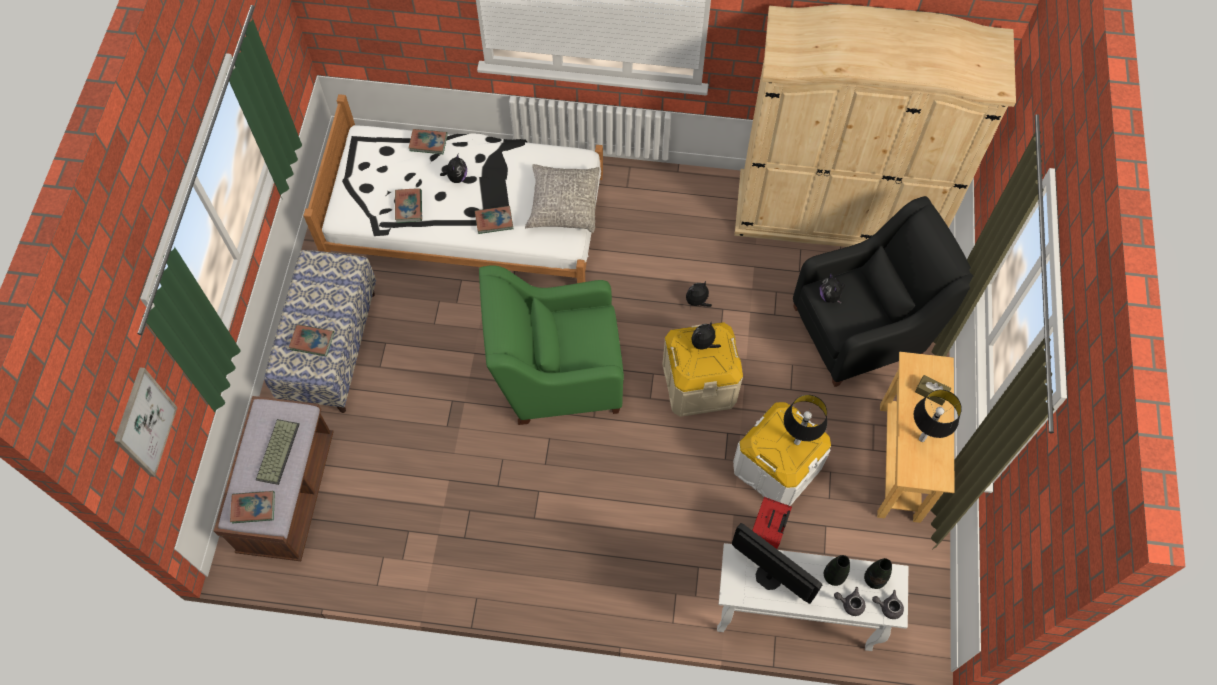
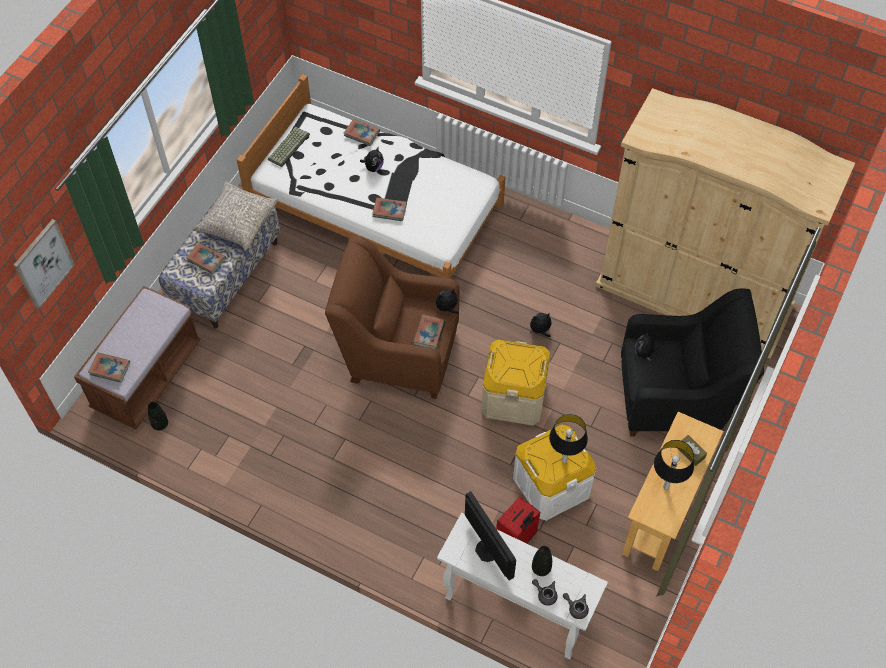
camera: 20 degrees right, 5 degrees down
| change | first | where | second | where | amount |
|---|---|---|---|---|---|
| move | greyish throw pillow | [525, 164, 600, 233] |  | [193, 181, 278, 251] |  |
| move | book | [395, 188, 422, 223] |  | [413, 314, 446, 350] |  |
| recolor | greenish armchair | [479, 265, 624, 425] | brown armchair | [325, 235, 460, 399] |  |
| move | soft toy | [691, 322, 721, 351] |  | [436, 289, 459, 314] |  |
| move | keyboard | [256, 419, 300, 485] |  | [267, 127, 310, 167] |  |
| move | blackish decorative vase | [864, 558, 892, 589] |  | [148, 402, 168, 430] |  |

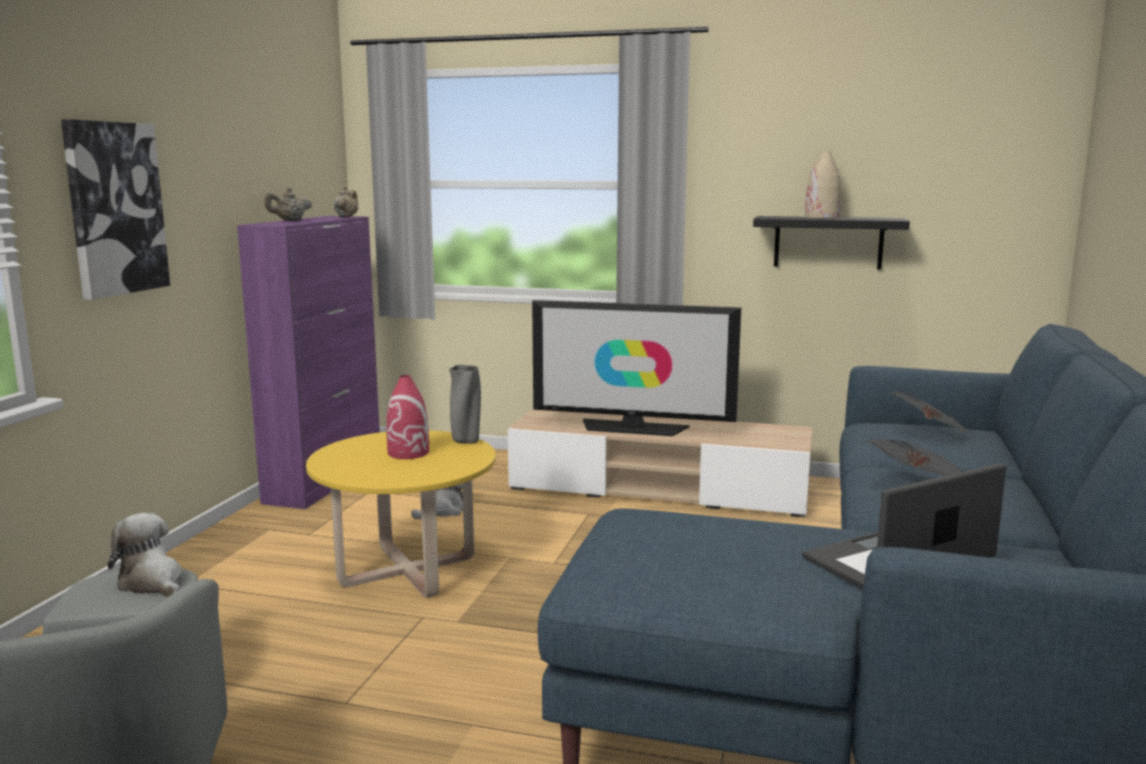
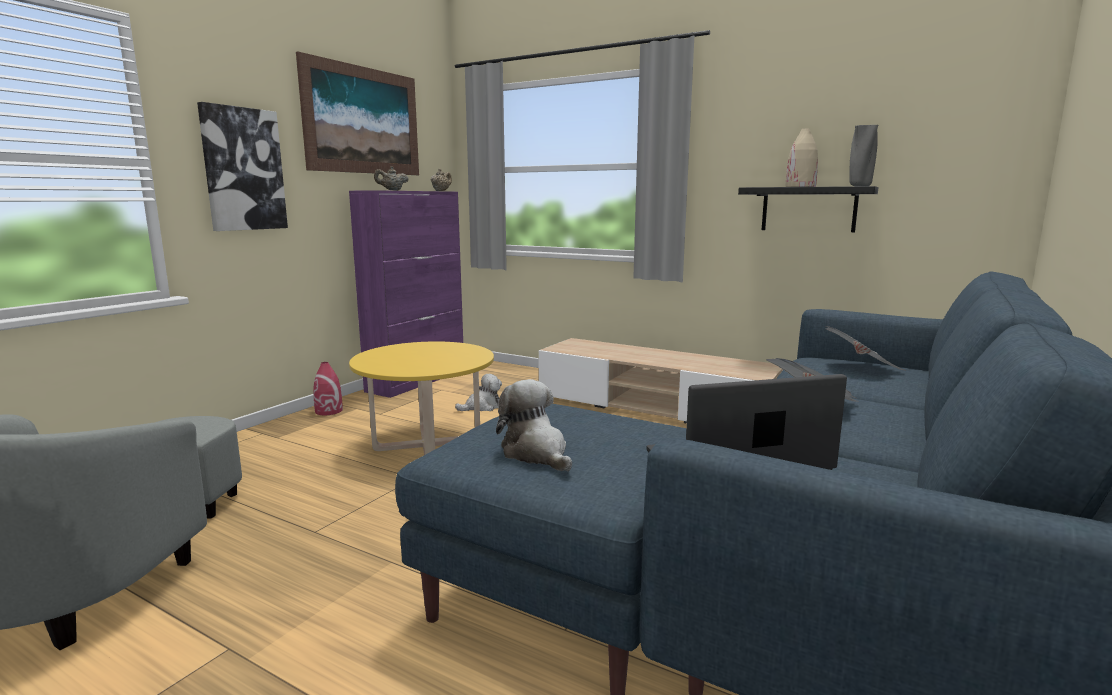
camera: 15 degrees right, 0 degrees up
| change | first | where | second | where | amount |
|---|---|---|---|---|---|
| delete | television | [532, 300, 741, 436] |  |  |  |
| move | greyish decorative vase | [449, 365, 481, 444] |  | [849, 125, 878, 186] |  |
| move | red decorative vase | [387, 375, 429, 459] |  | [313, 362, 343, 415] |  |
| move | soft toy | [108, 513, 182, 597] |  | [496, 379, 572, 471] |  |
| insert |  |  | picture | [296, 52, 419, 175] |  |

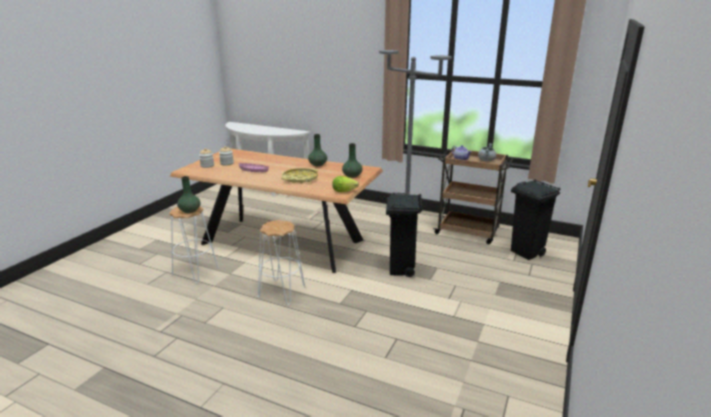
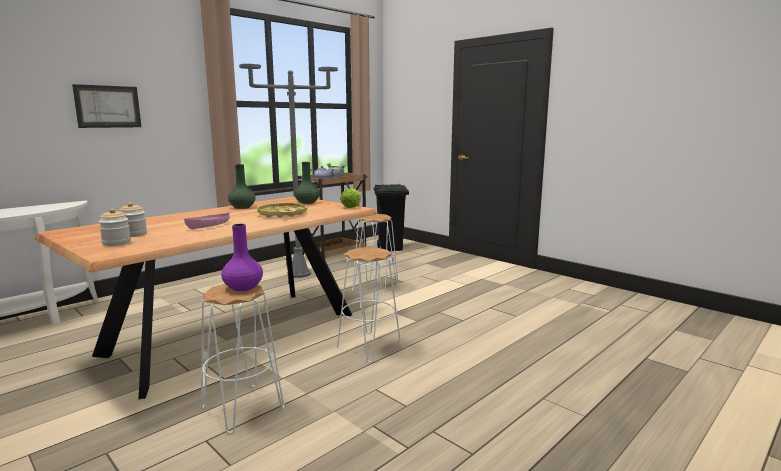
camera: 70 degrees left, 10 degrees down
| change | first | where | second | where | amount |
|---|---|---|---|---|---|
| recolor | greenish decorative vase | [177, 176, 200, 213] | purple decorative vase | [221, 224, 263, 291] |  |
| replace | blackish rubbish bin | [386, 193, 423, 277] | white-coloured sitting stool | [352, 214, 398, 296] |  |
| insert |  |  | picture | [72, 84, 141, 128] |  |

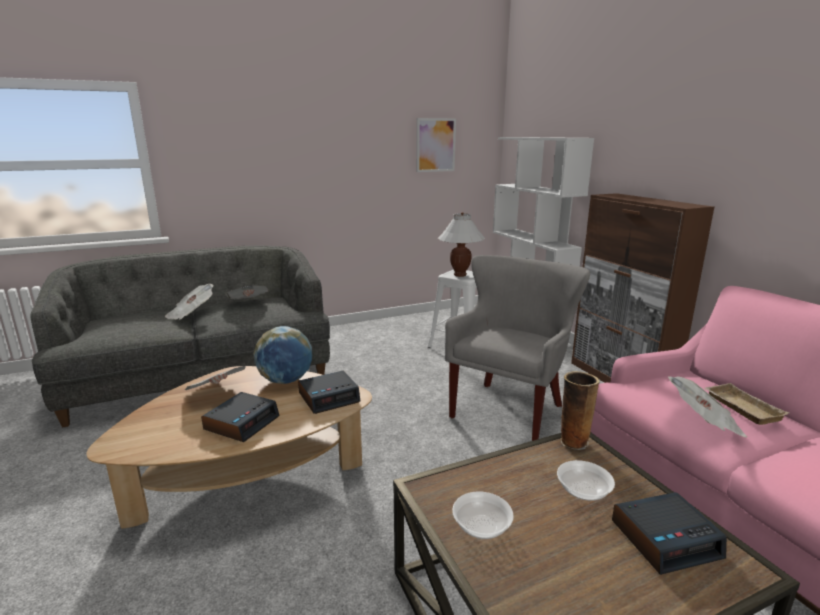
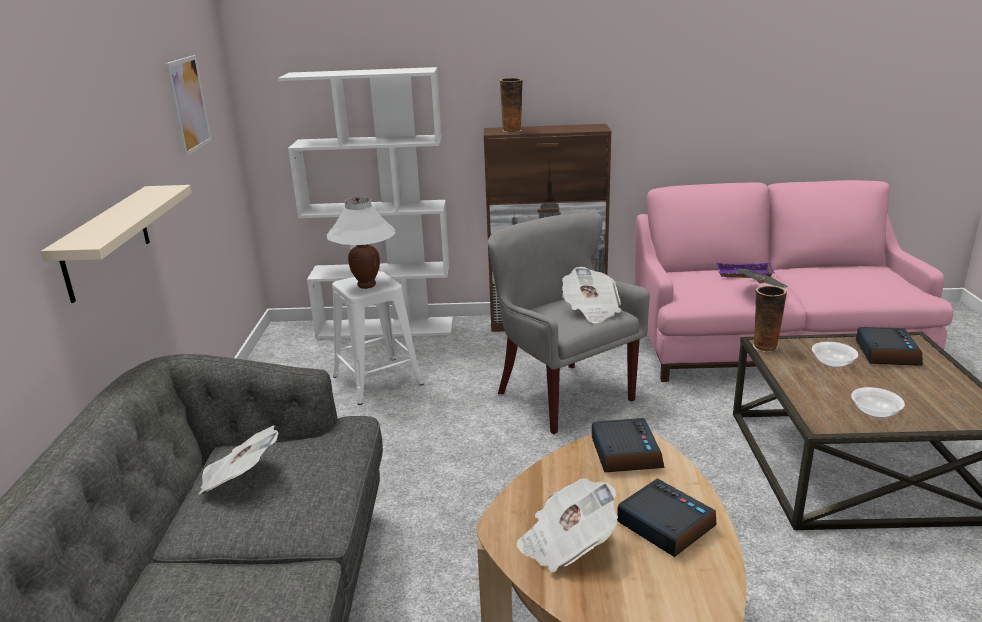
camera: 65 degrees left, 5 degrees up
| change | first | where | second | where | amount |
|---|---|---|---|---|---|
| move | printed paper | [165, 284, 214, 320] |  | [562, 267, 621, 324] |  |
| delete | globe | [253, 326, 312, 384] |  |  |  |
| recolor | sand-coloured serving tray | [704, 383, 789, 425] | purple serving tray | [717, 262, 774, 278] |  |
| insert |  |  | decorative vase | [500, 78, 523, 132] |  |
| insert |  |  | sand-coloured wall shelf | [41, 185, 192, 303] |  |

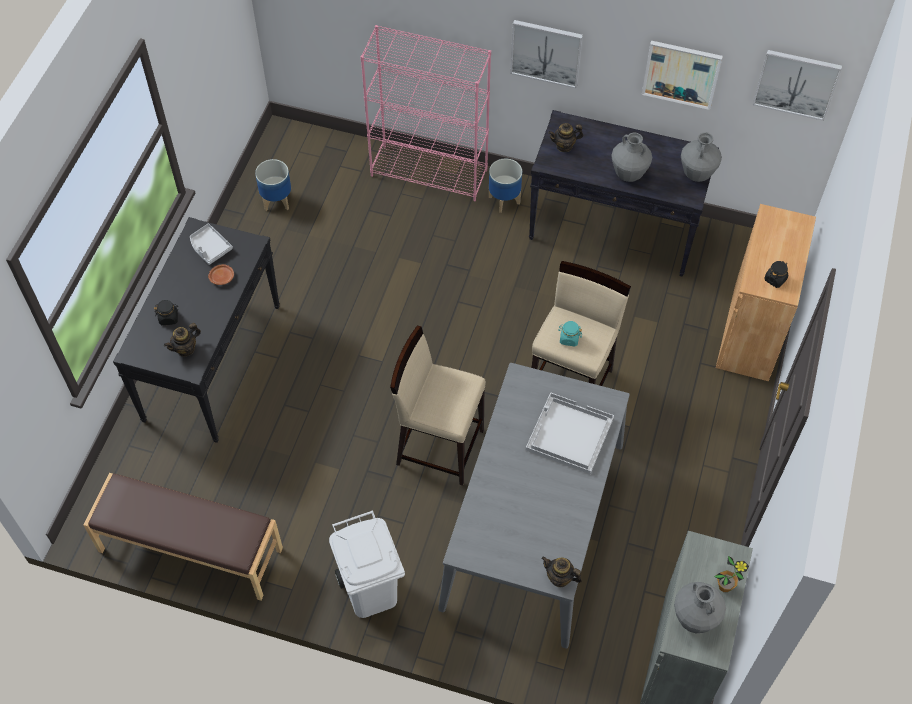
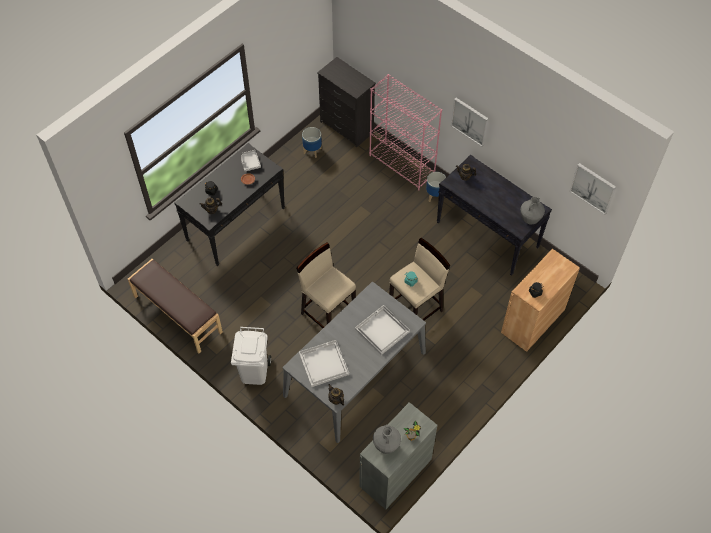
camera: 25 degrees right, 0 degrees up
| change | first | where | second | where | amount |
|---|---|---|---|---|---|
| delete | picture | [642, 41, 723, 110] |  |  |  |
| delete | greyish decorative vase | [611, 132, 652, 182] |  |  |  |
| insert |  |  | blackish chest of drawers | [317, 57, 376, 148] |  |
| insert |  |  | white-coloured serving tray | [299, 340, 349, 387] |  |

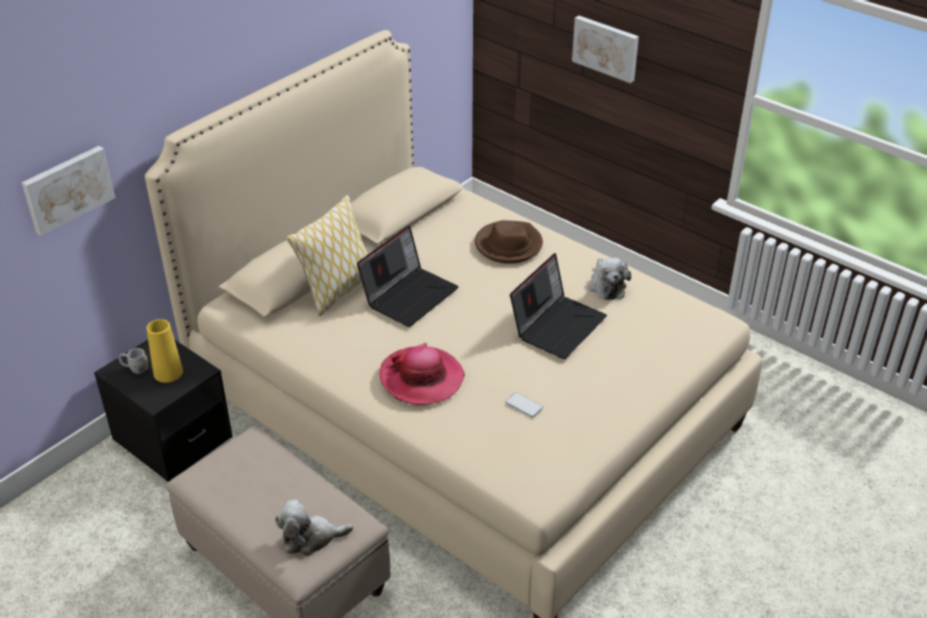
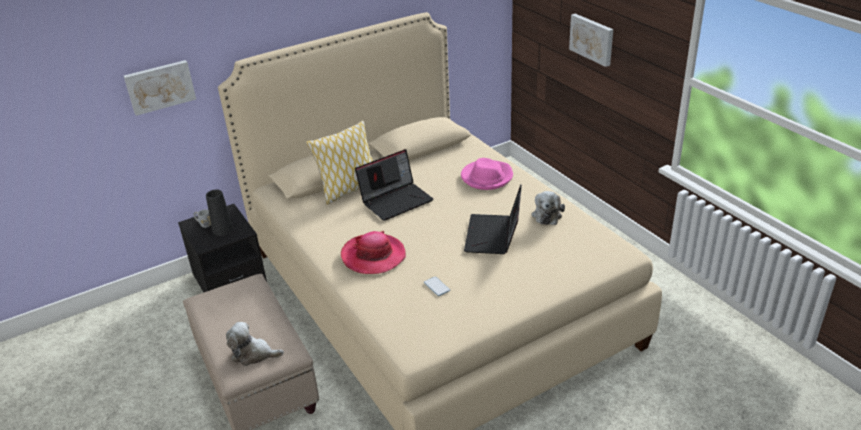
camera: 20 degrees right, 5 degrees down
| change | first | where | second | where | amount |
|---|---|---|---|---|---|
| recolor | brown wearable hat | [475, 220, 543, 264] | pink wearable hat | [461, 158, 513, 190] |  |
| rotate | laptop | [510, 253, 607, 359] |  | [464, 184, 522, 254] | 135 degrees clockwise |
| recolor | yellow-coloured decorative vase | [146, 319, 183, 383] | blackish decorative vase | [206, 189, 233, 236] |  |

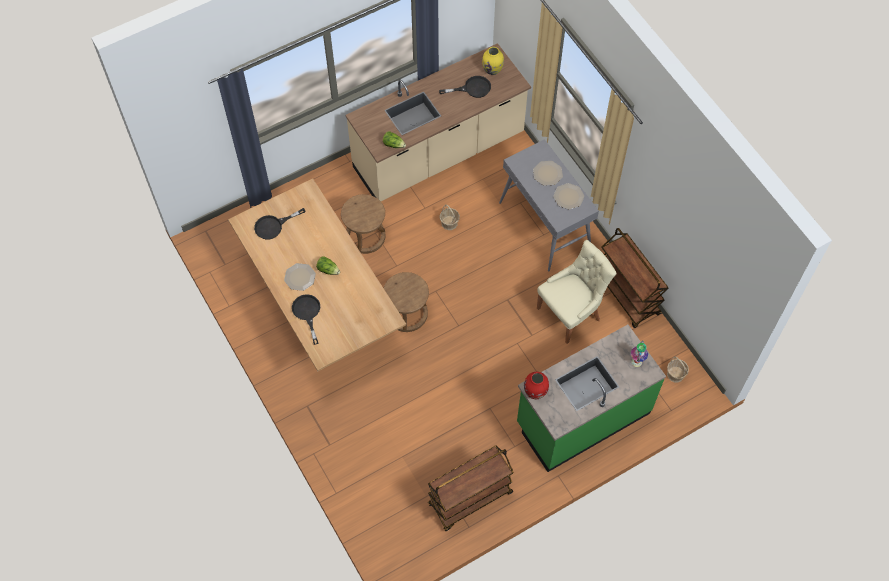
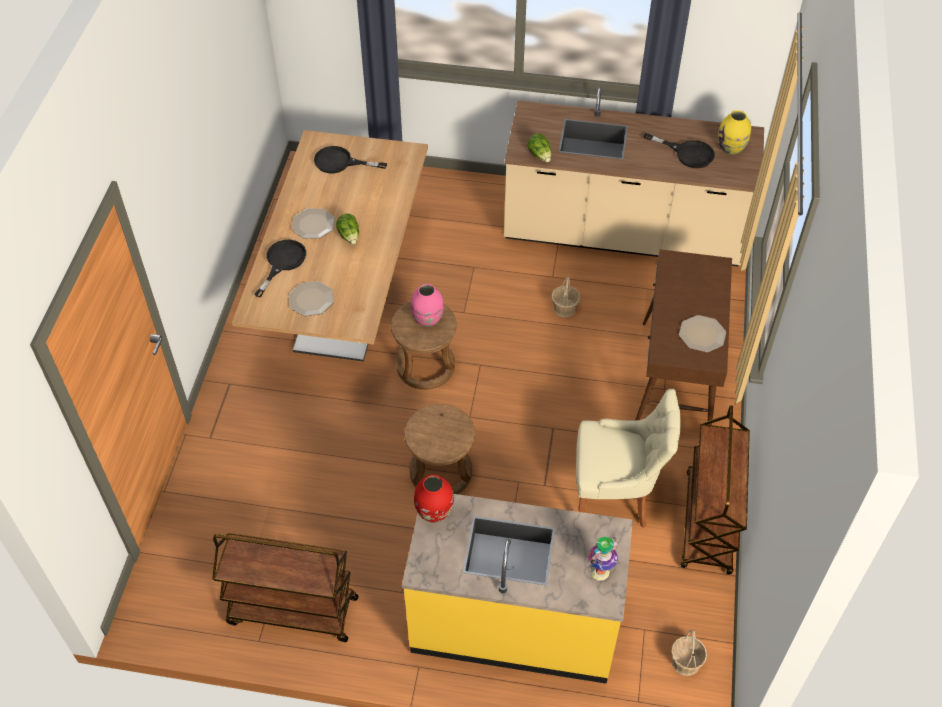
camera: 40 degrees right, 10 degrees down
| change | first | where | second | where | amount |
|---|---|---|---|---|---|
| recolor | greyish hall table | [499, 139, 599, 271] | brown hall table | [635, 249, 732, 425] |  |
| move | plate | [533, 161, 563, 186] |  | [289, 281, 334, 316] |  |
| move | brown sitting stool | [341, 194, 386, 254] |  | [404, 404, 475, 494] |  |
| recolor | greenish kitchen counter | [517, 325, 666, 472] | yellow-coloured kitchen counter | [402, 494, 633, 684] |  |
| insert |  |  | pink decorative vase | [411, 284, 444, 327] |  |

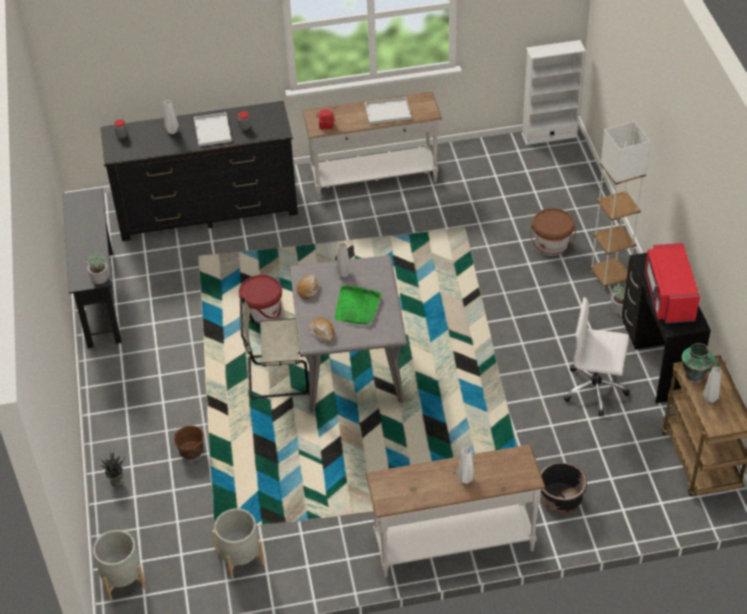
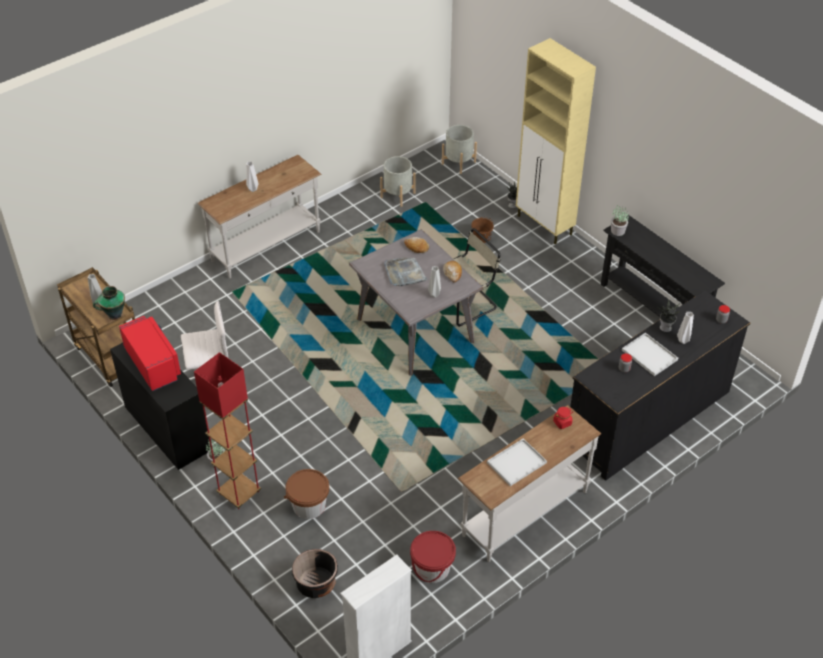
camera: 150 degrees right, 0 degrees up
| change | first | where | second | where | amount |
|---|---|---|---|---|---|
| recolor | white-coloured standard lamp | [589, 121, 650, 289] | red standard lamp | [194, 352, 261, 509] |  |
| move | red bucket | [239, 275, 282, 322] |  | [410, 531, 456, 583] |  |
| recolor | greenish serving tray | [335, 285, 382, 325] | greyish serving tray | [384, 258, 428, 286] |  |
| move | blackish flower pot | [540, 463, 587, 513] |  | [292, 549, 338, 598] |  |
| insert |  |  | sand-coloured cabinet | [516, 38, 596, 245] |  |
| insert |  |  | potted plant | [657, 301, 680, 332] |  |

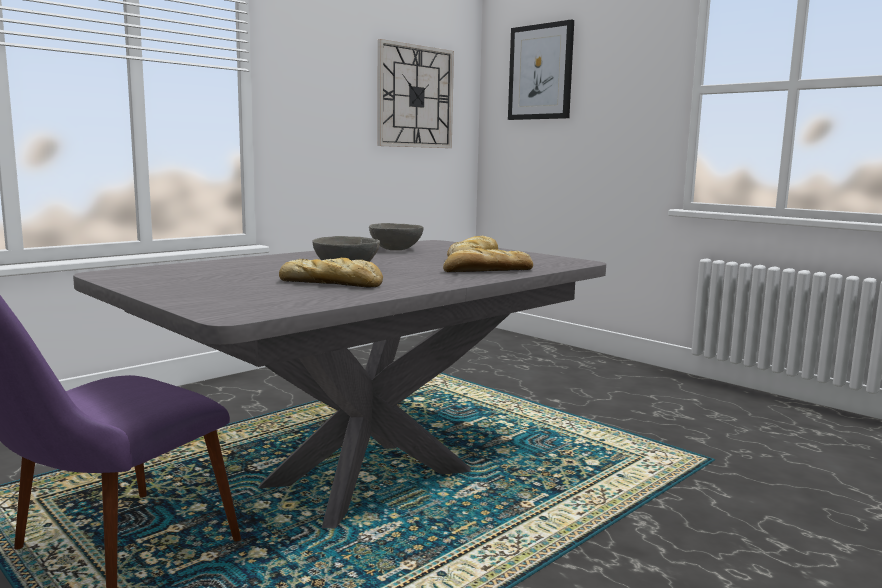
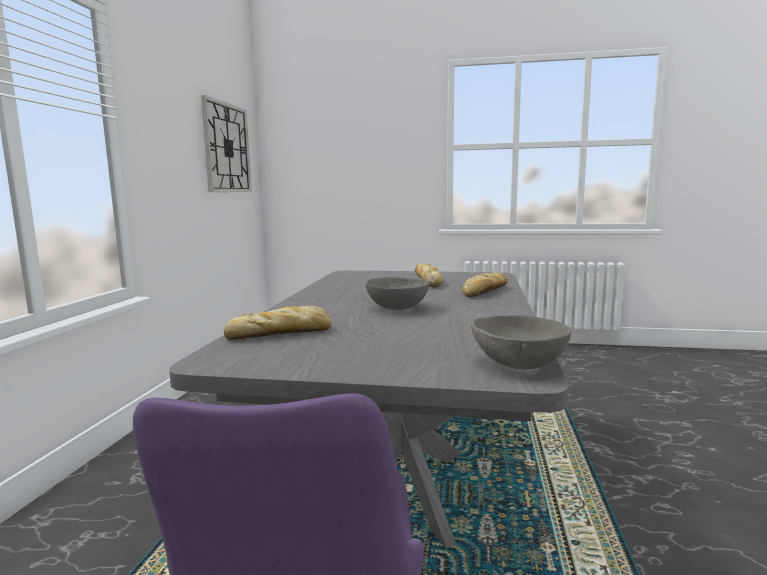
camera: 35 degrees left, 0 degrees up
| change | first | where | second | where | amount |
|---|---|---|---|---|---|
| delete | picture | [508, 19, 574, 120] |  |  |  |
| move | greyish bowl | [369, 223, 424, 250] |  | [471, 315, 571, 369] |  |
| move | bread | [279, 258, 383, 287] |  | [224, 306, 332, 340] |  |

